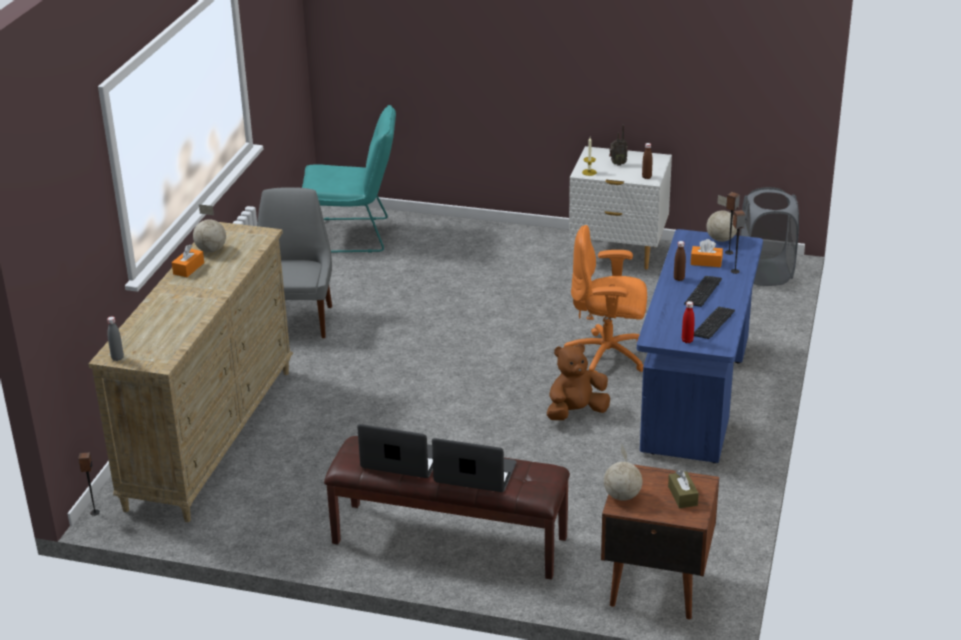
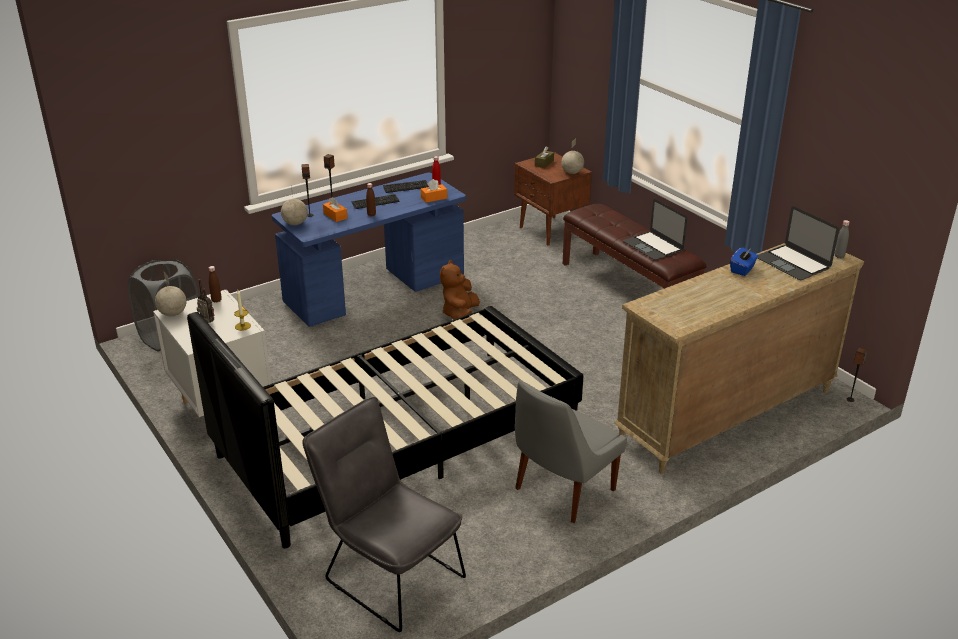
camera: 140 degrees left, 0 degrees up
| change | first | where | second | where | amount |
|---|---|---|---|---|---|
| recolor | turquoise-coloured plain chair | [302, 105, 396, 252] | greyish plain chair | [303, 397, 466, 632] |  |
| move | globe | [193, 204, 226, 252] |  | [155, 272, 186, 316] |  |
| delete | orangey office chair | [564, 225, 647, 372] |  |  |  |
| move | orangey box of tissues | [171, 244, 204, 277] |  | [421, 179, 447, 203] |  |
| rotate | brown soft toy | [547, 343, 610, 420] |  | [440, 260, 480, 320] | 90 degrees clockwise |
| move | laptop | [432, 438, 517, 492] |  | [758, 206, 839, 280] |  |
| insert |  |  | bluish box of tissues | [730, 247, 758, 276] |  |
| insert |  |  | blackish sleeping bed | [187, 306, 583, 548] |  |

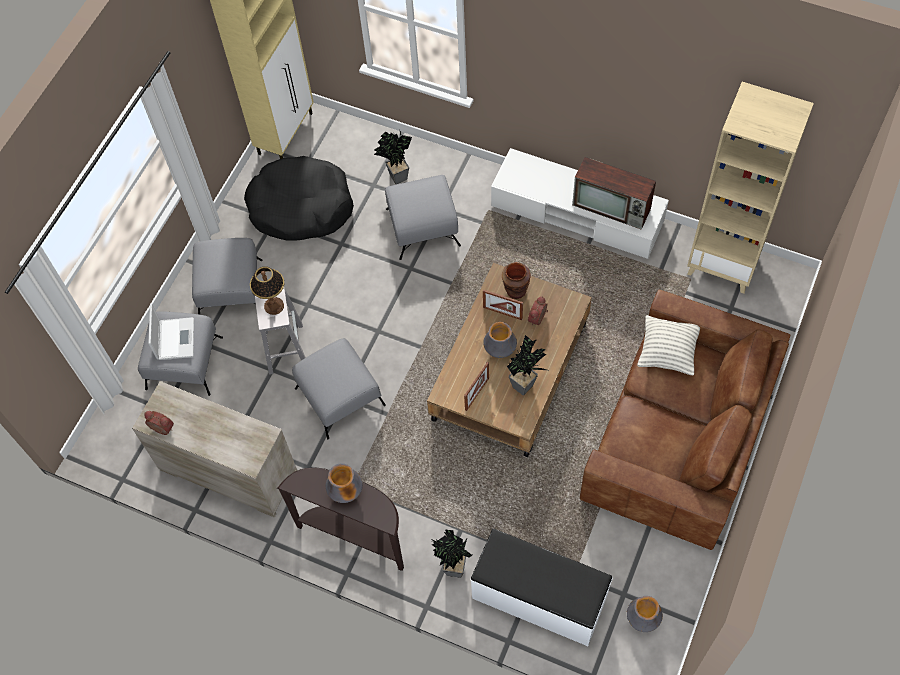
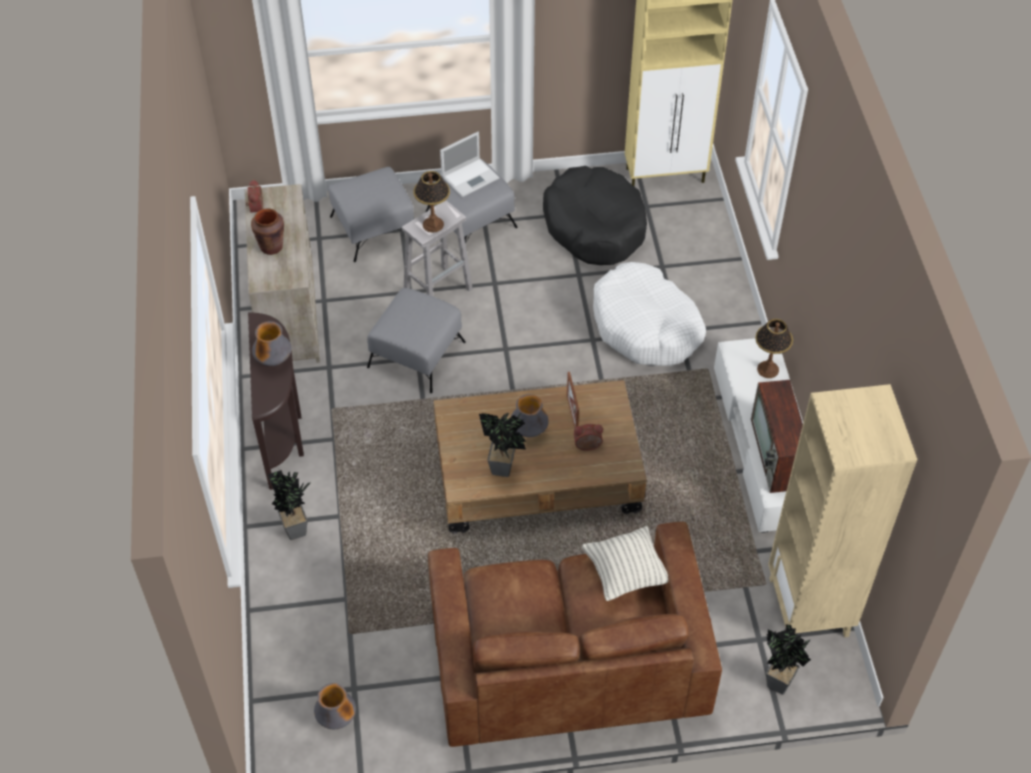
camera: 55 degrees right, 10 degrees down
| change | first | where | second | where | amount |
|---|---|---|---|---|---|
| move | potted plant | [374, 129, 412, 184] |  | [766, 624, 811, 695] |  |
| replace | greyish pouffe | [385, 175, 461, 260] | white-coloured pet bed | [593, 262, 706, 366] |  |
| move | brown decorative vase | [502, 262, 531, 299] |  | [251, 208, 284, 255] |  |
| move | laptop | [148, 304, 194, 360] |  | [440, 132, 500, 197] |  |
| delete | standing frame | [464, 362, 489, 411] |  |  |  |
| delete | white-coloured bench | [471, 529, 613, 646] |  |  |  |
| insert |  |  | table lamp | [755, 319, 793, 378] |  |

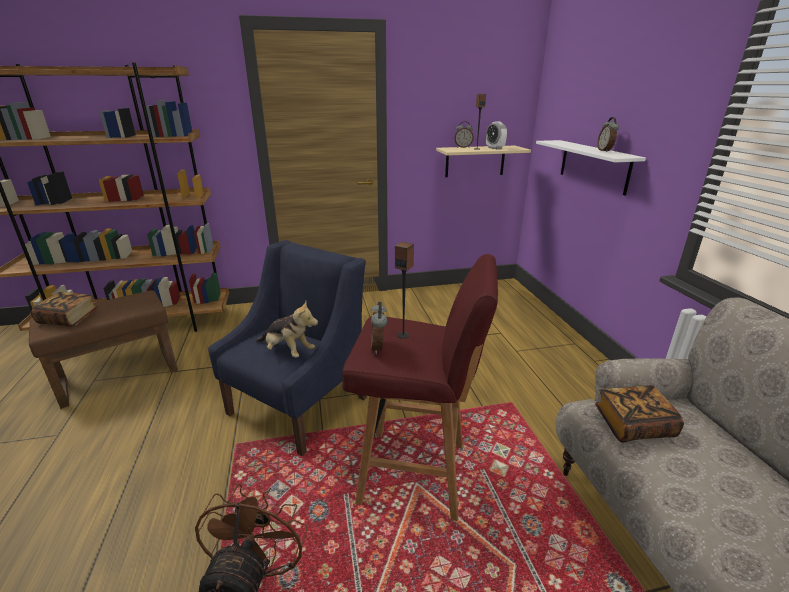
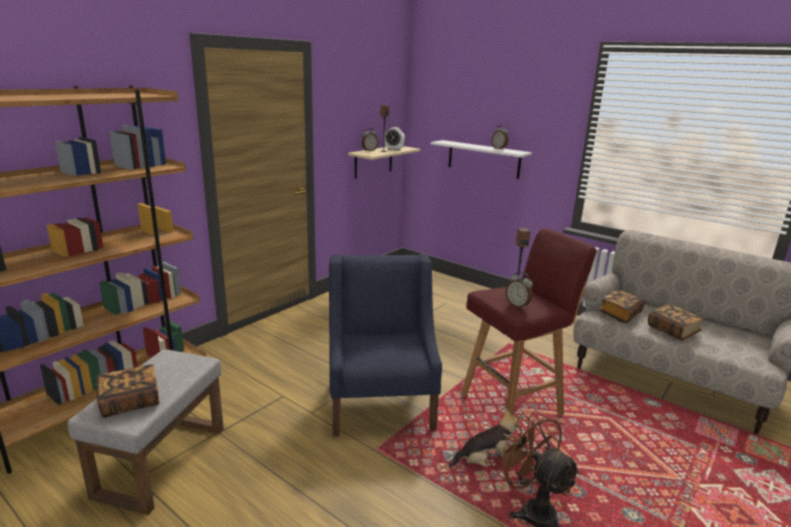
camera: 40 degrees left, 5 degrees down
| change | first | where | second | where | amount |
|---|---|---|---|---|---|
| recolor | brown pouffe | [29, 290, 178, 409] | greyish pouffe | [67, 349, 224, 515] |  |
| move | soft toy | [256, 301, 318, 358] |  | [448, 409, 520, 467] |  |
| insert |  |  | book | [648, 304, 704, 341] |  |

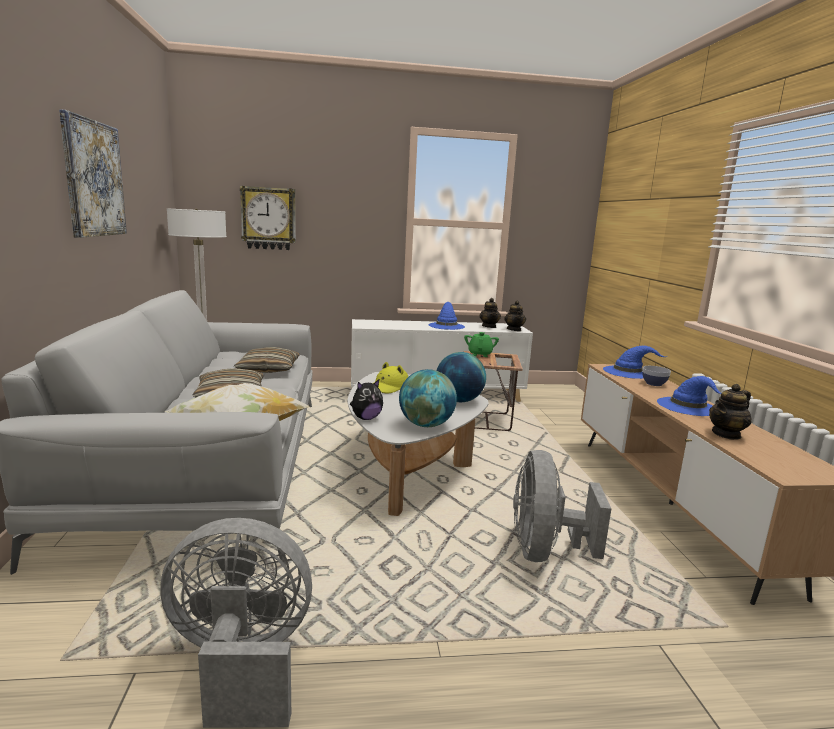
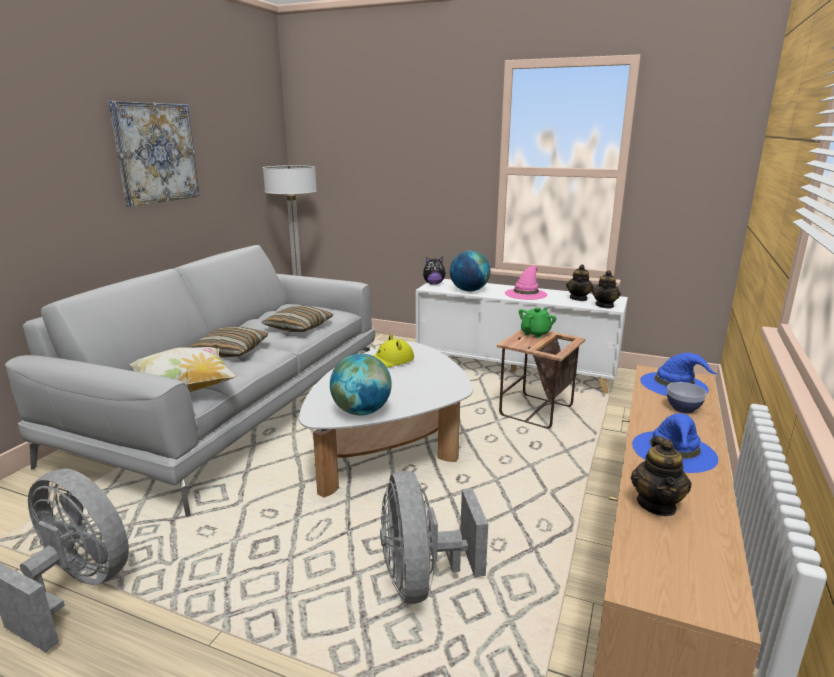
camera: 30 degrees right, 5 degrees up
| change | first | where | second | where | amount |
|---|---|---|---|---|---|
| delete | clock on the wall | [240, 186, 296, 250] |  |  |  |
| recolor | bluish wearable hat | [429, 302, 465, 330] | pink wearable hat | [505, 266, 548, 300] |  |
| move | globe | [436, 352, 486, 402] |  | [450, 251, 490, 291] |  |
| move | soft toy | [350, 379, 383, 420] |  | [423, 257, 446, 285] |  |
| rotate | tea pot | [709, 384, 752, 440] |  | [631, 436, 692, 516] | 75 degrees counterclockwise |
| rotate | greyish fan | [513, 450, 611, 562] |  | [380, 471, 488, 604] | 45 degrees counterclockwise |

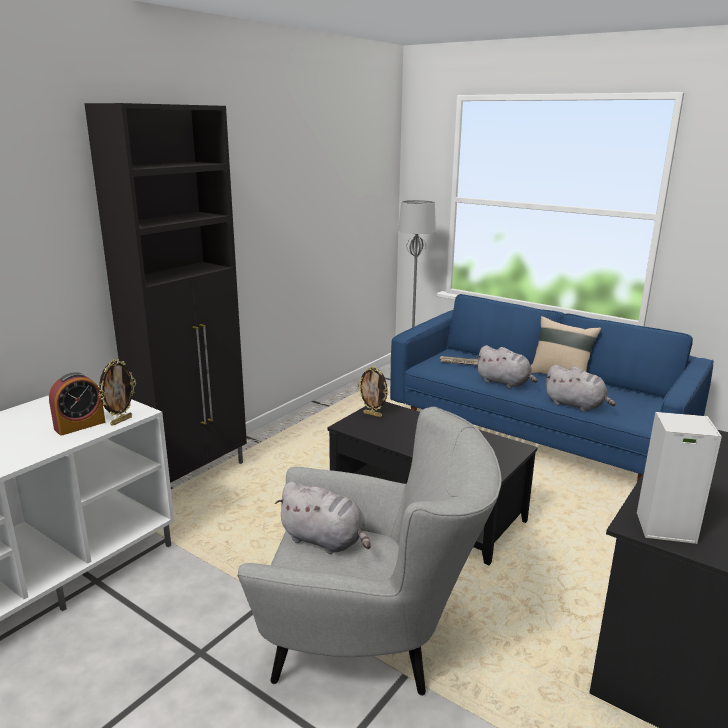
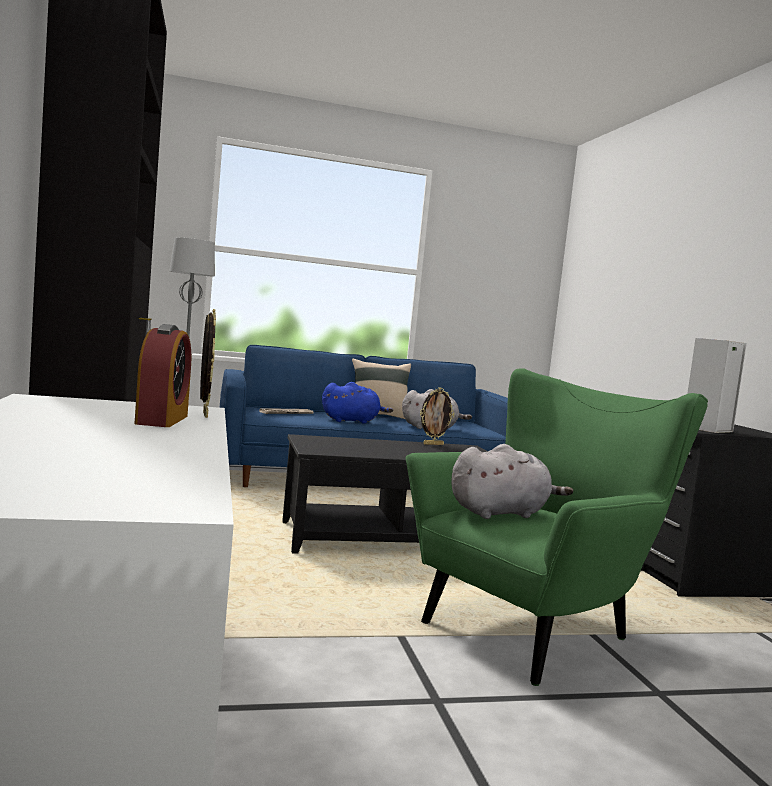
camera: 50 degrees left, 15 degrees down
| change | first | where | second | where | amount |
|---|---|---|---|---|---|
| recolor | greyish soft toy | [476, 345, 537, 389] | bluish soft toy | [322, 382, 393, 424] |  |
| move | standing frame | [358, 366, 389, 417] |  | [420, 388, 454, 445] |  |
| recolor | greyish armchair | [237, 407, 502, 696] | greenish armchair | [406, 368, 708, 686] |  |

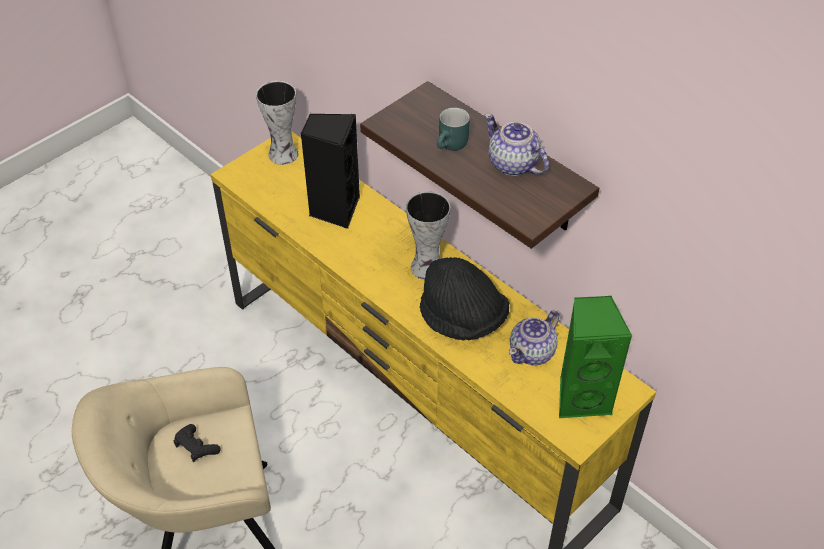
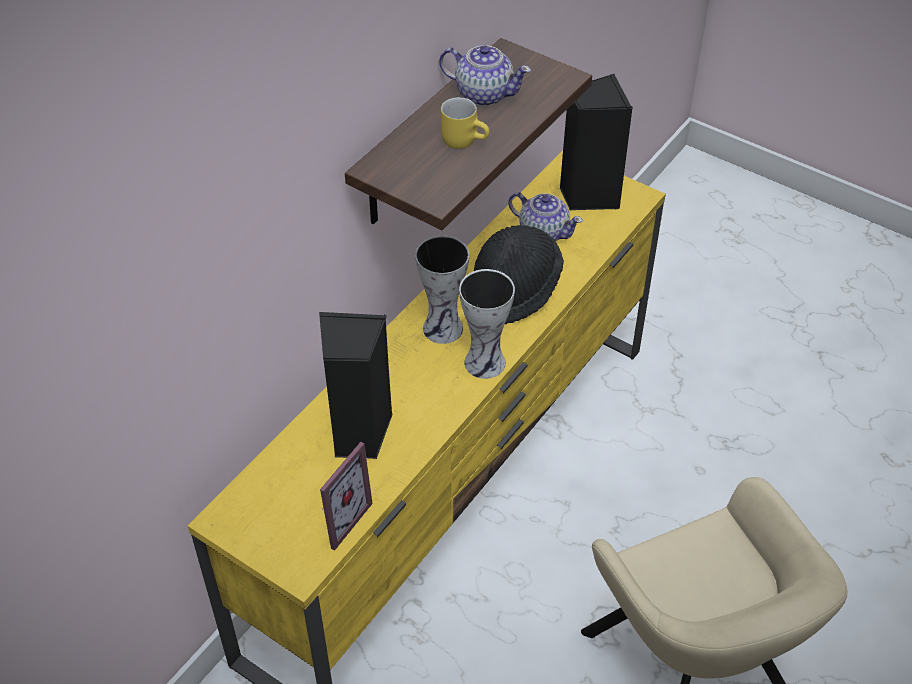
camera: 100 degrees left, 0 degrees up
| change | first | where | second | where | amount |
|---|---|---|---|---|---|
| move | decorative vase | [256, 81, 298, 165] |  | [459, 269, 515, 379] |  |
| recolor | turquoise-coloured tea mug | [437, 107, 470, 151] | yellow-coloured tea mug | [441, 97, 489, 149] |  |
| rotate | tea pot | [484, 114, 549, 176] |  | [439, 45, 531, 106] | 105 degrees counterclockwise |
| recolor | greenish loudspeaker | [559, 296, 632, 418] | blackish loudspeaker | [560, 74, 633, 211] |  |
| delete | blackish joypad | [174, 424, 221, 462] |  |  |  |
| insert |  |  | standing frame | [320, 442, 373, 551] |  |

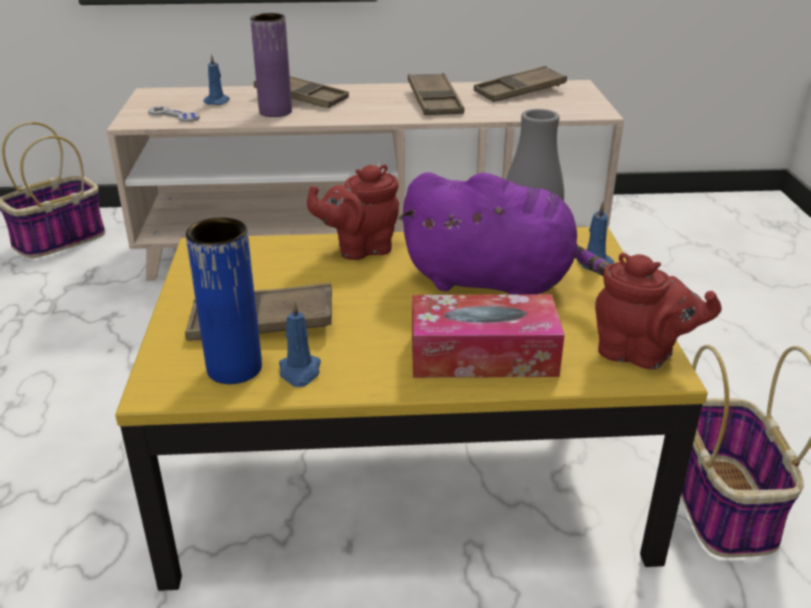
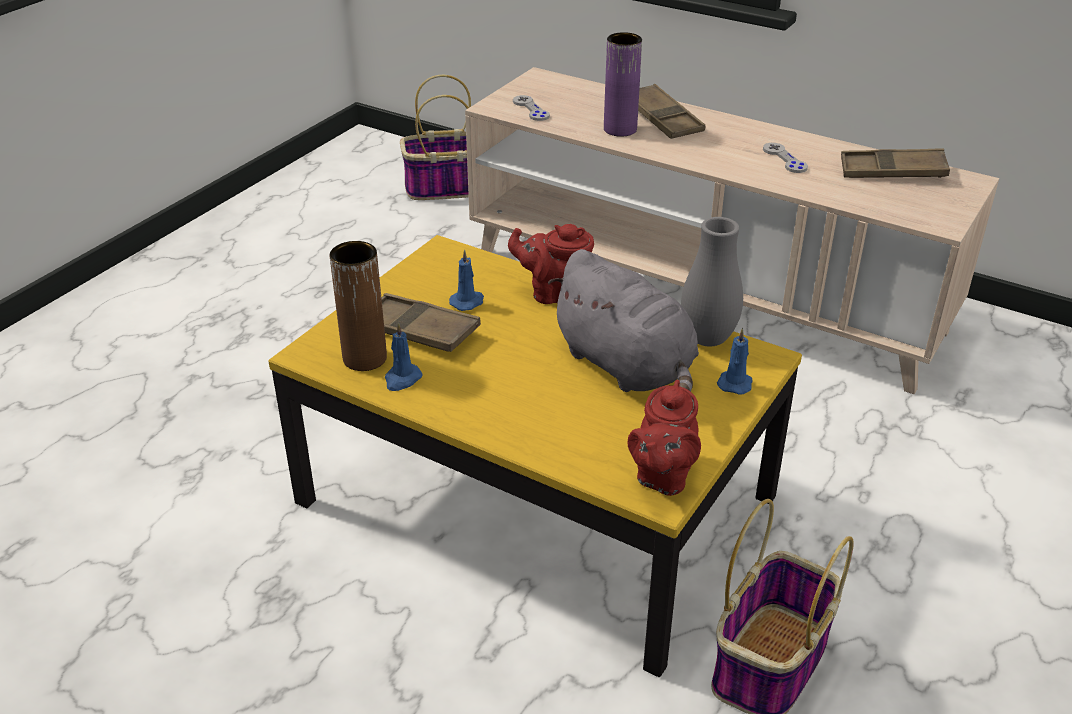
camera: 35 degrees right, 5 degrees up
| change | first | where | second | where | amount |
|---|---|---|---|---|---|
| move | bluish wax candle | [203, 53, 230, 105] |  | [449, 249, 484, 311] |  |
| replace | brown serving tray | [408, 73, 464, 115] | greyish joypad | [763, 143, 808, 173] |  |
| recolor | purple soft toy | [399, 172, 610, 295] | greyish soft toy | [548, 249, 699, 392] |  |
| recolor | bluish decorative vase | [186, 218, 262, 384] | brown decorative vase | [329, 241, 387, 371] |  |
| rotate | red tea pot | [595, 253, 722, 369] |  | [628, 380, 701, 496] | 45 degrees clockwise |
| delete | box of tissues | [412, 294, 565, 378] |  |  |  |

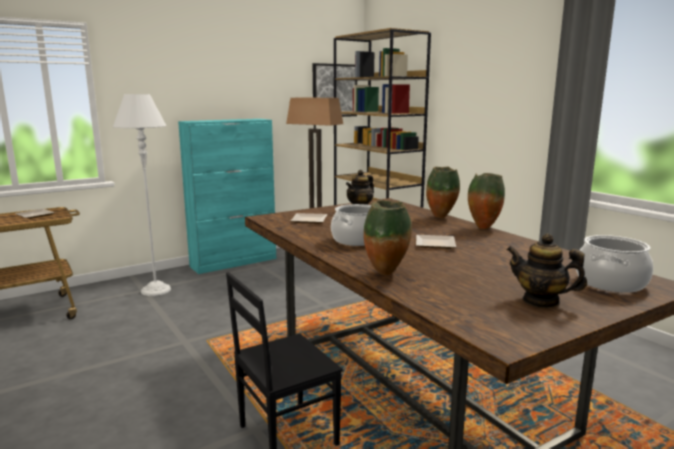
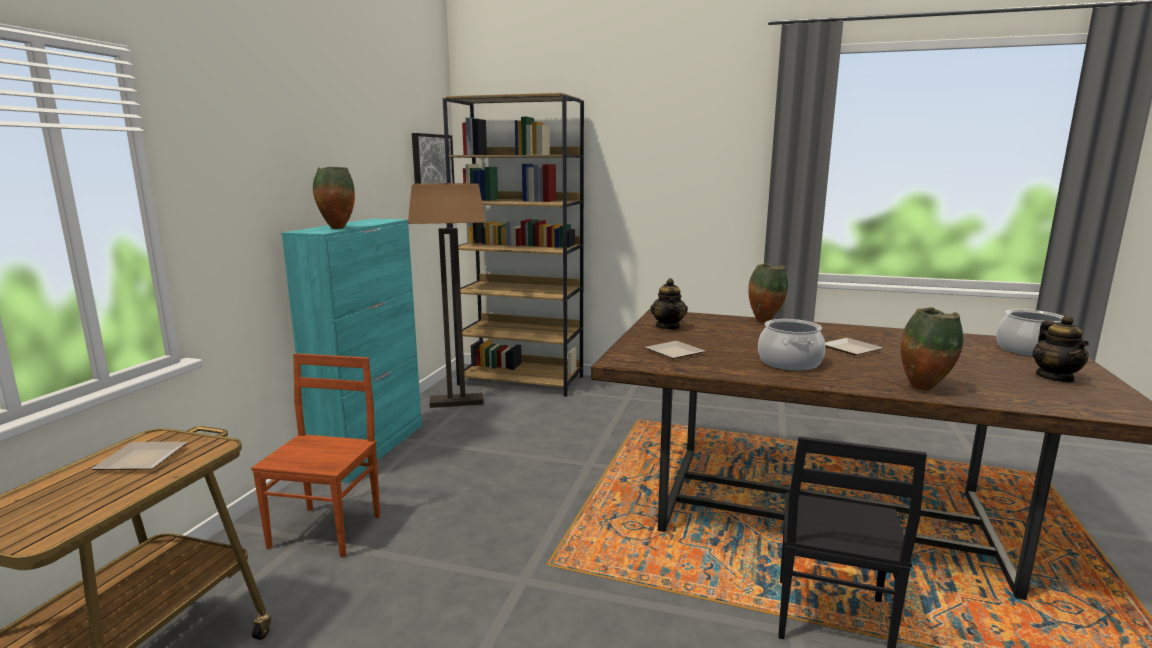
camera: 40 degrees left, 0 degrees up
| change | first | where | second | where | amount |
|---|---|---|---|---|---|
| replace | greyish standard lamp | [113, 94, 171, 296] | brown plain chair | [251, 353, 380, 558] |  |
| move | decorative vase | [468, 173, 505, 229] |  | [313, 167, 355, 229] |  |
| rotate | tea pot | [507, 234, 587, 308] |  | [1032, 315, 1089, 383] | 75 degrees counterclockwise |

